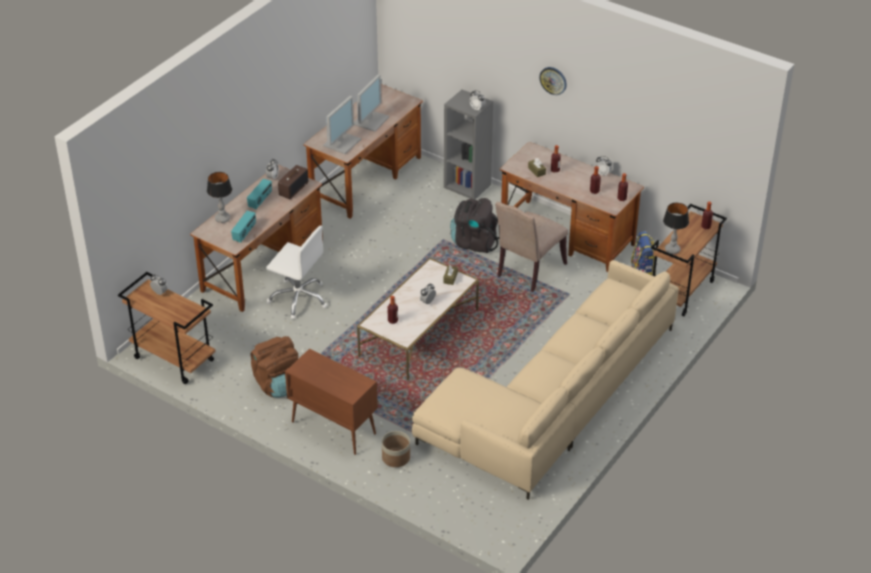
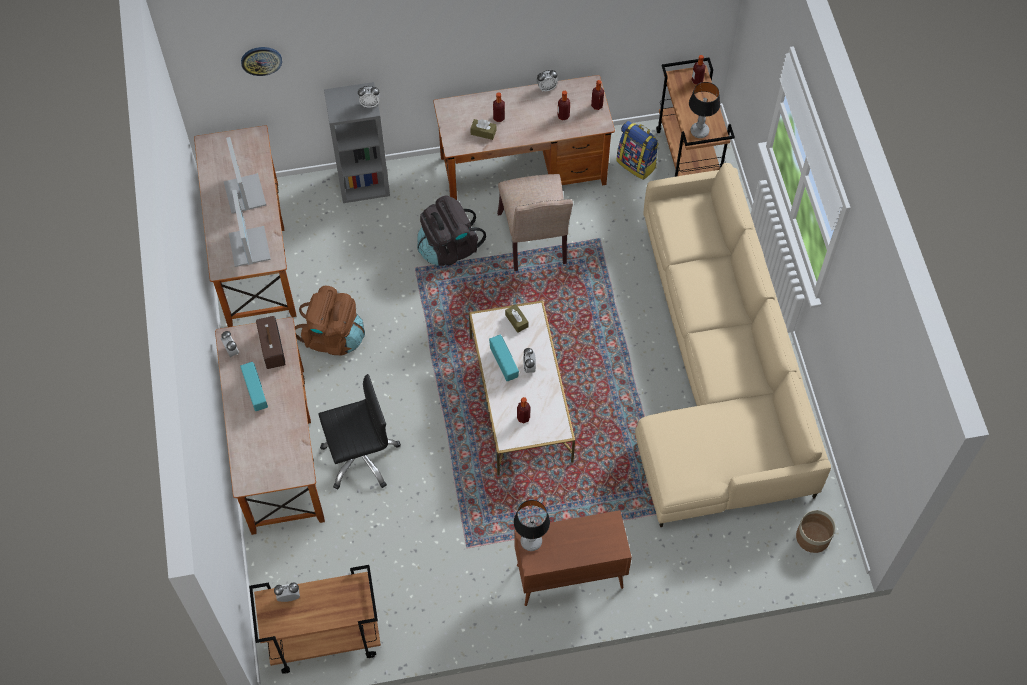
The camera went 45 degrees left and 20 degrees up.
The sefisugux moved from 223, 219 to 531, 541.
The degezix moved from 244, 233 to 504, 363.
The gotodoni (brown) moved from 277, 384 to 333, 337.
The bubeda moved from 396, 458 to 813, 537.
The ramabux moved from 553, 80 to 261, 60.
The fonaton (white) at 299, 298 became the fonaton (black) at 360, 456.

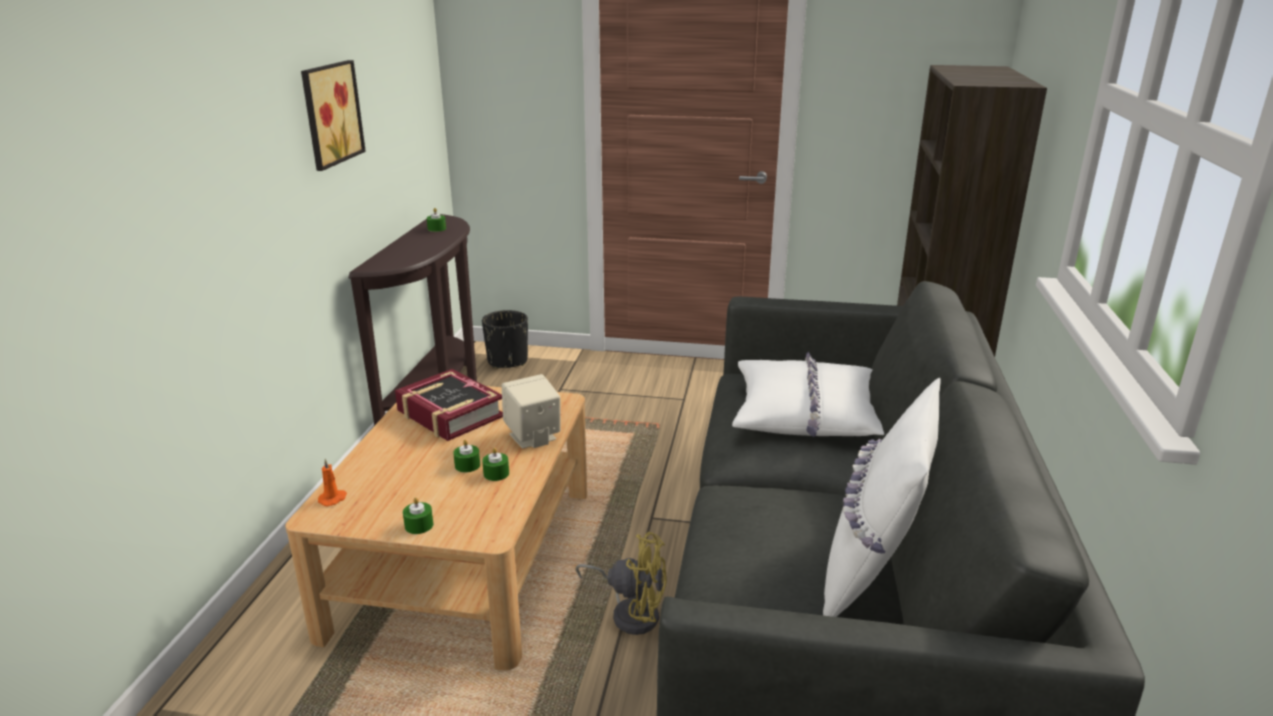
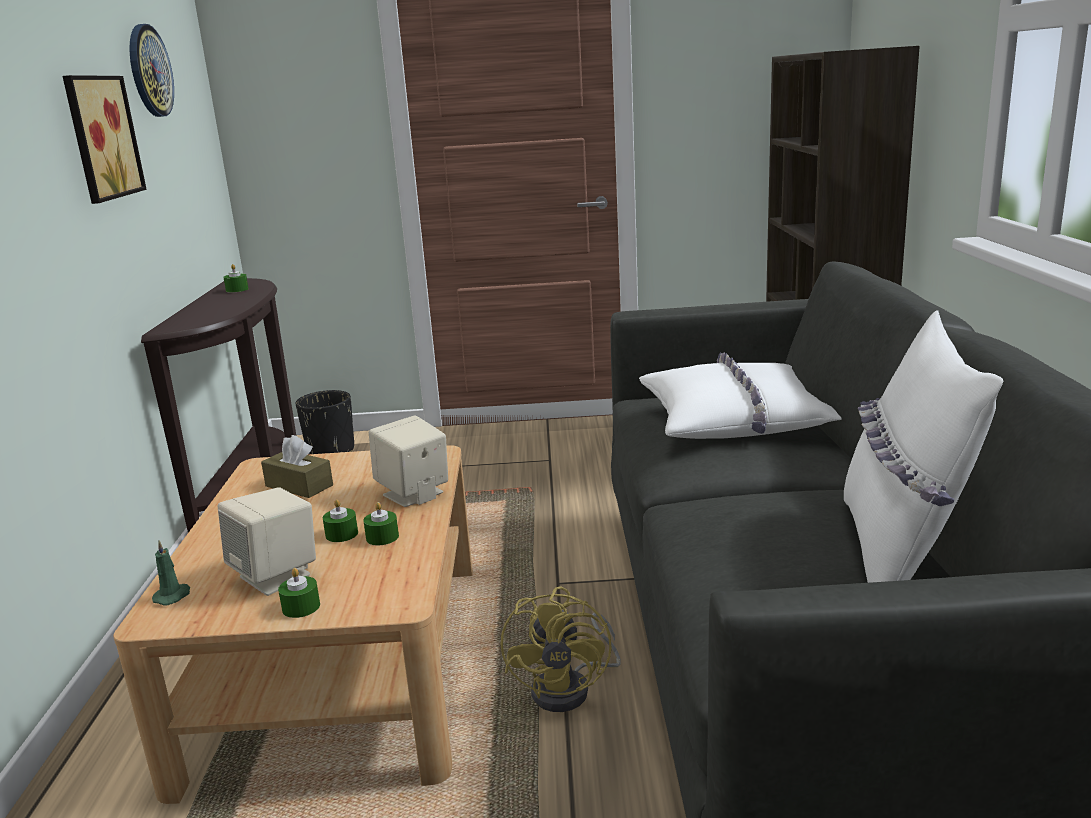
The camera went 10 degrees left and 5 degrees down.
The ramabux at 149, 71 appeared.
The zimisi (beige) at 276, 576 appeared.
The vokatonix at 450, 414 was replaced by the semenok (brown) at 299, 486.
The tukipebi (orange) at 333, 499 became the tukipebi (green) at 173, 596.
The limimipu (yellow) at 631, 612 turned 90 degrees clockwise.

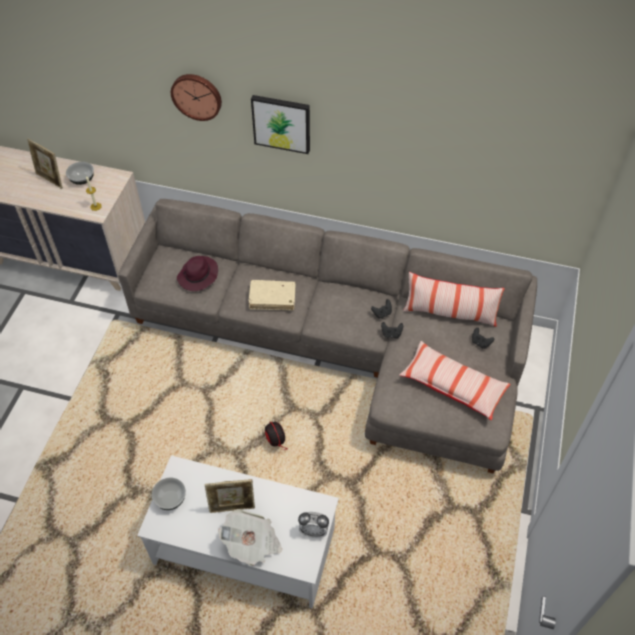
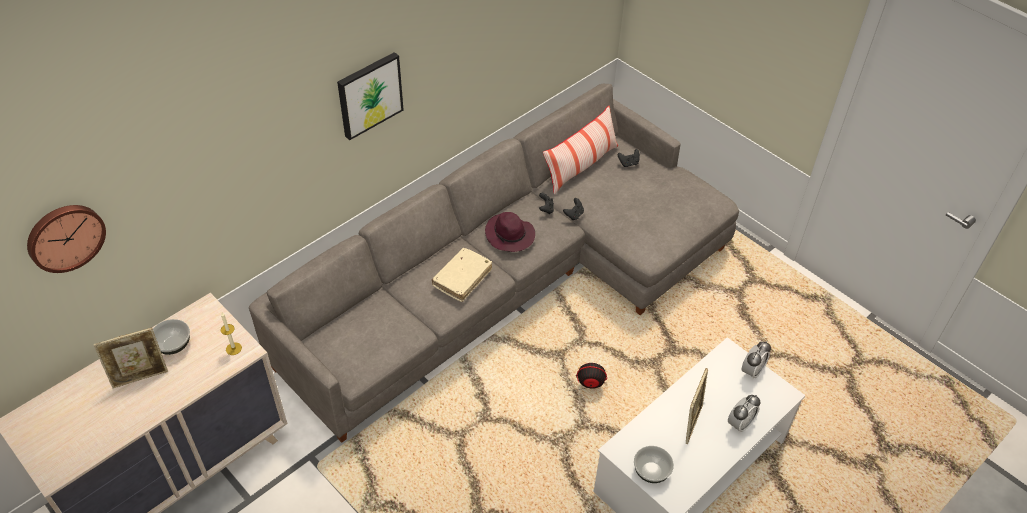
The camera went 60 degrees left and 5 degrees down.
The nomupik at 453, 385 disappeared.
The ramabux moved from 197, 96 to 65, 236.
The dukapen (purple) moved from 198, 276 to 510, 235.
The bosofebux at 252, 543 was replaced by the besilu at 740, 424.

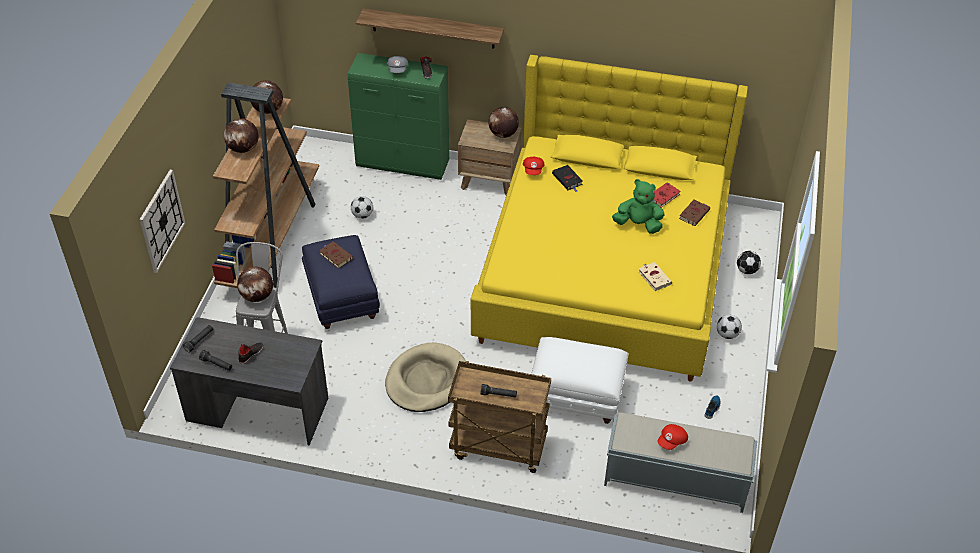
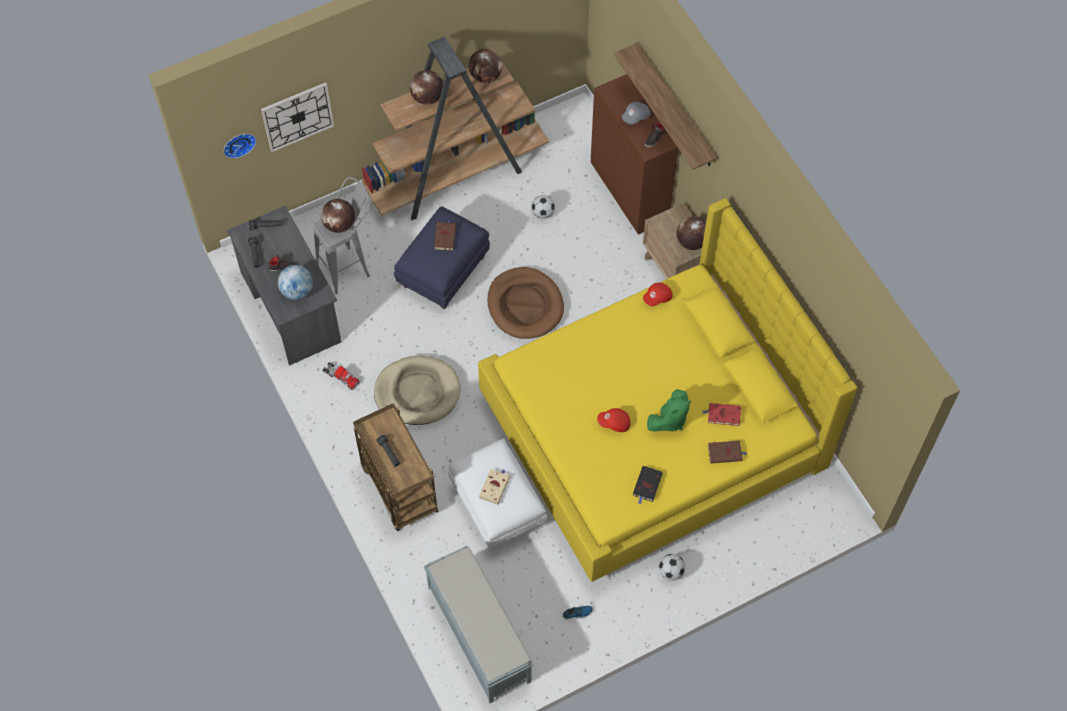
The camera went 50 degrees right and 15 degrees up.
The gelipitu at 746, 270 disappeared.
The ramabux at 238, 143 appeared.
The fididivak at 297, 291 appeared.
The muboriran at 341, 377 appeared.
The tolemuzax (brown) at 525, 305 appeared.
The vokatonix (black) moved from 568, 180 to 647, 486.
The vokatonix (beige) moved from 653, 277 to 494, 486.
The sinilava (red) moved from 672, 441 to 614, 423.
The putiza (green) at 403, 164 became the putiza (brown) at 629, 194.
The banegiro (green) at 638, 224 turned 75 degrees clockwise.

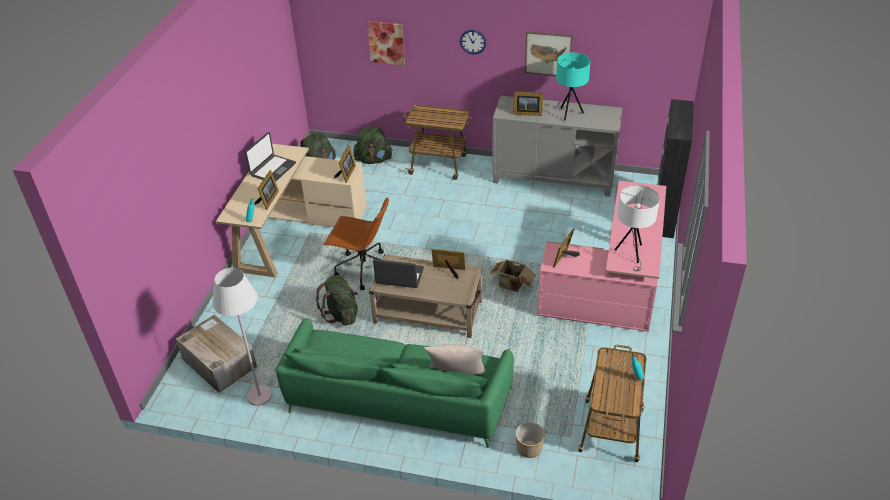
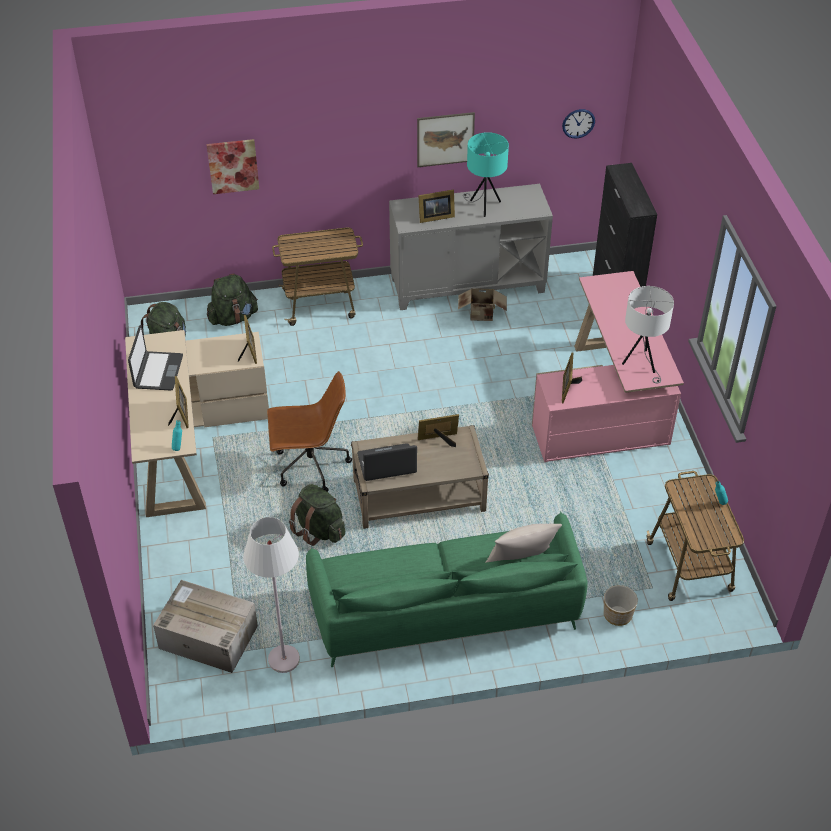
The camera went 25 degrees left and 5 degrees up.
The ramabux moved from 473, 41 to 578, 123.
The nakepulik moved from 511, 285 to 482, 315.

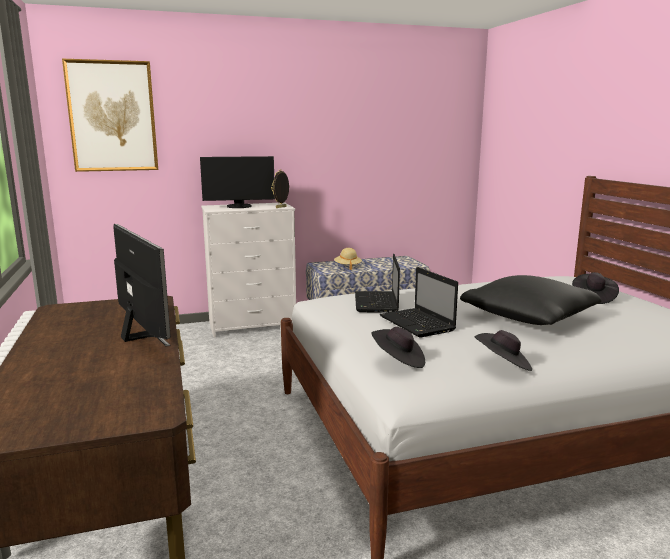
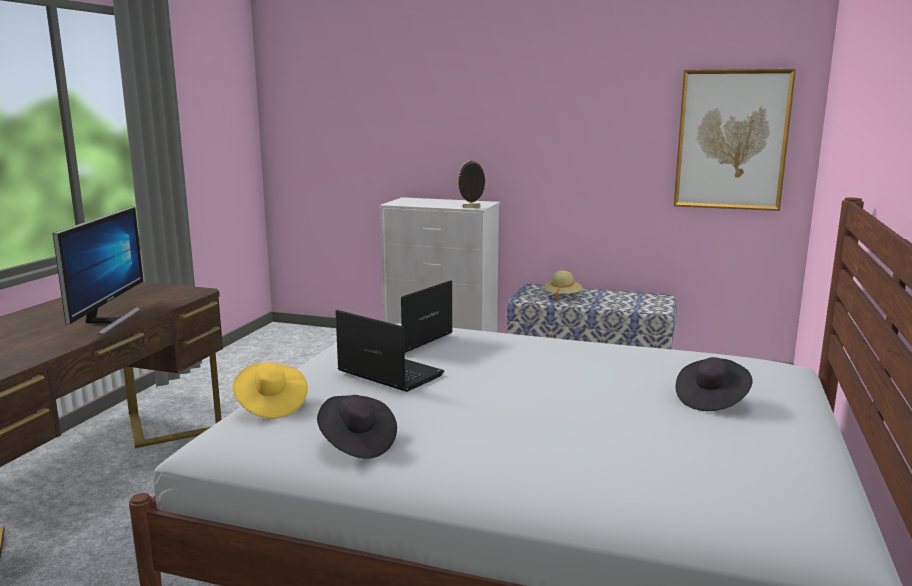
The camera went 35 degrees right and 0 degrees up.
The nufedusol at 239, 207 disappeared.
The nomupik (black) at 529, 317 disappeared.
The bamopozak moved from 112, 116 to 731, 140.
The dukapen (black) at 398, 361 became the dukapen (yellow) at 270, 405.
The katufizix at 418, 324 turned 120 degrees clockwise.

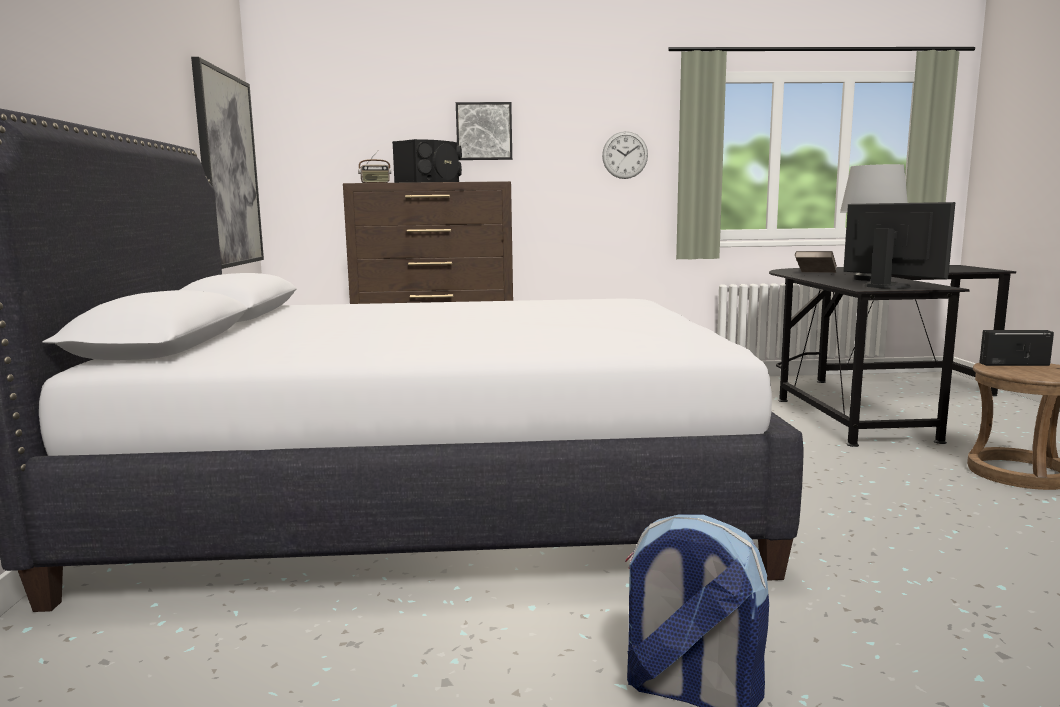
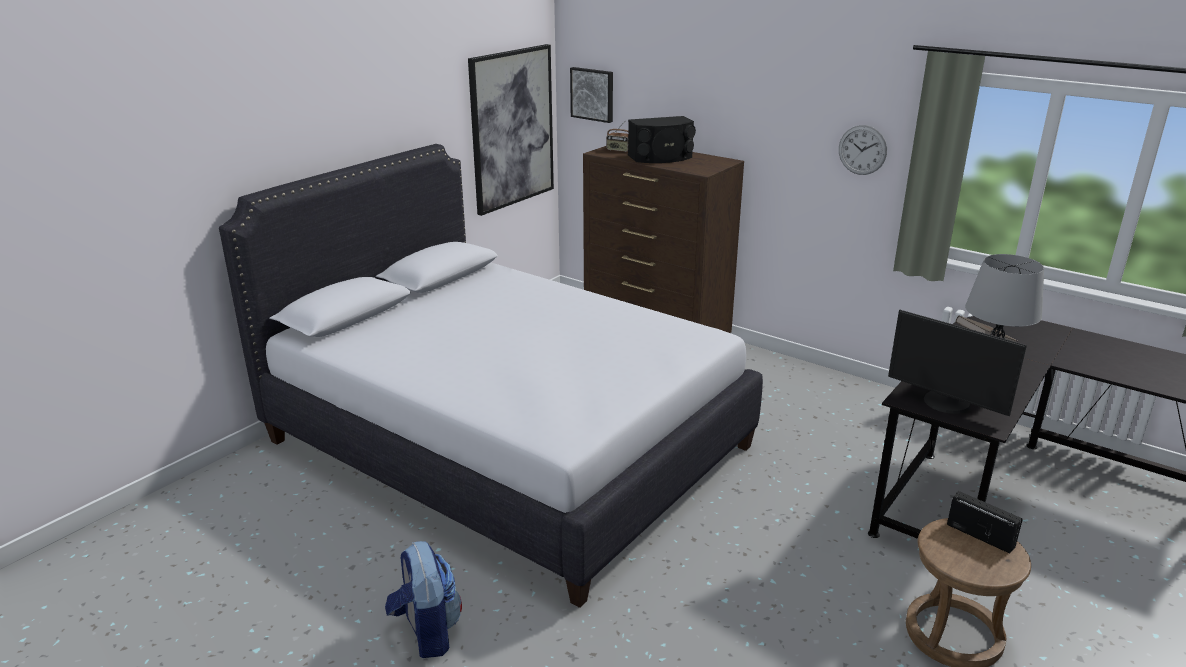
The camera went 40 degrees right and 15 degrees up.
The bamopozak moved from 484, 131 to 593, 94.
The nufedusol at 888, 286 turned 120 degrees clockwise.

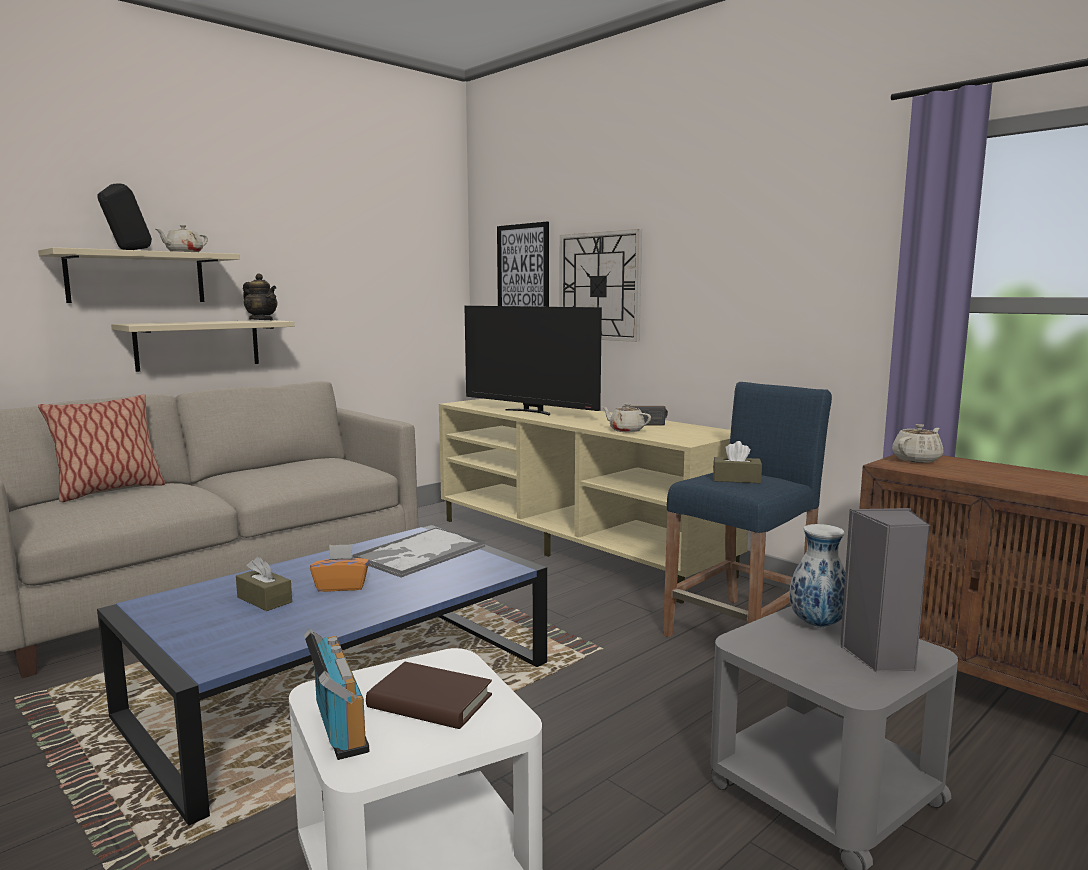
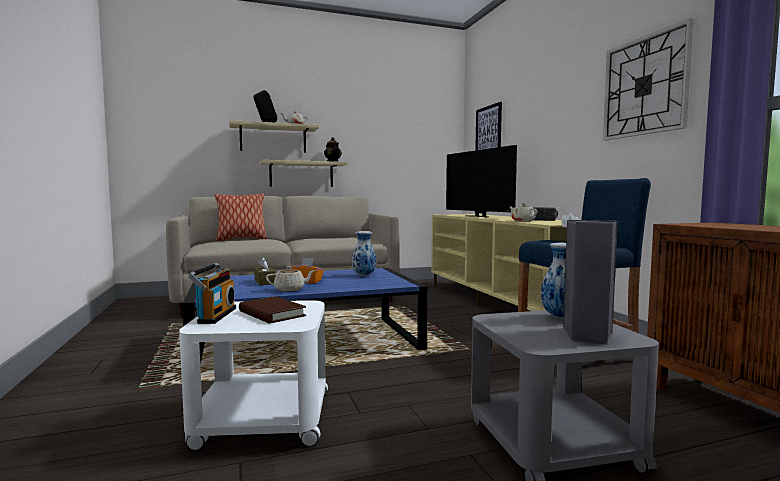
The camera went 25 degrees right and 5 degrees down.
The ramabux moved from 599, 286 to 644, 86.
The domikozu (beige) moved from 917, 459 to 290, 289.
The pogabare at 419, 554 was replaced by the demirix at 364, 275.

